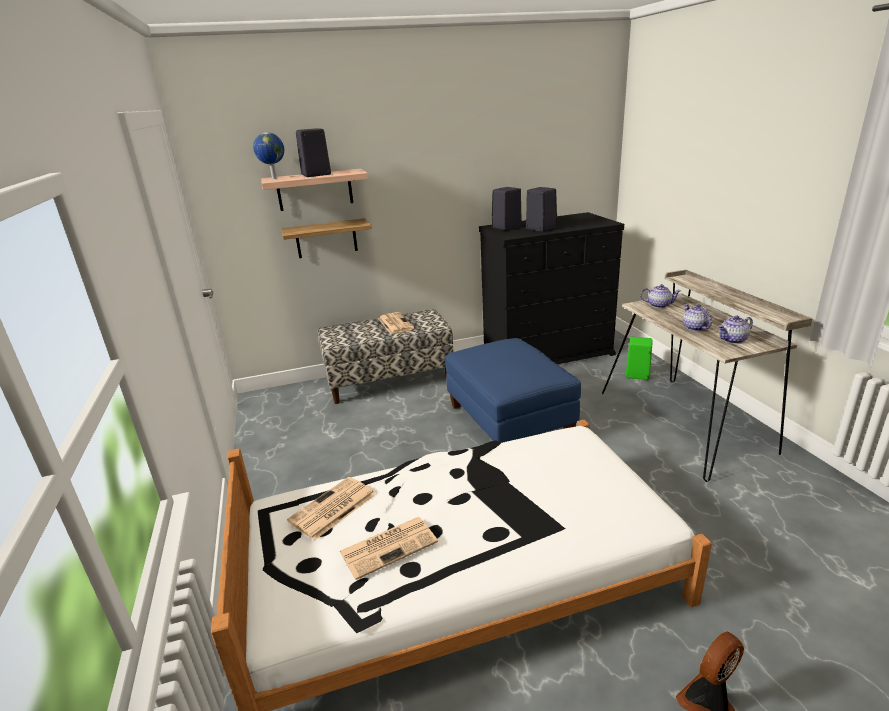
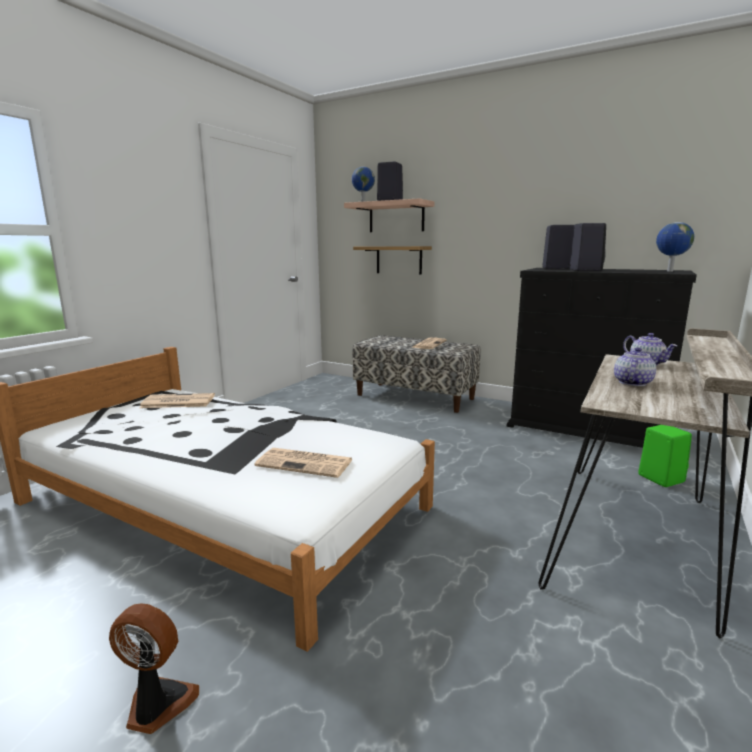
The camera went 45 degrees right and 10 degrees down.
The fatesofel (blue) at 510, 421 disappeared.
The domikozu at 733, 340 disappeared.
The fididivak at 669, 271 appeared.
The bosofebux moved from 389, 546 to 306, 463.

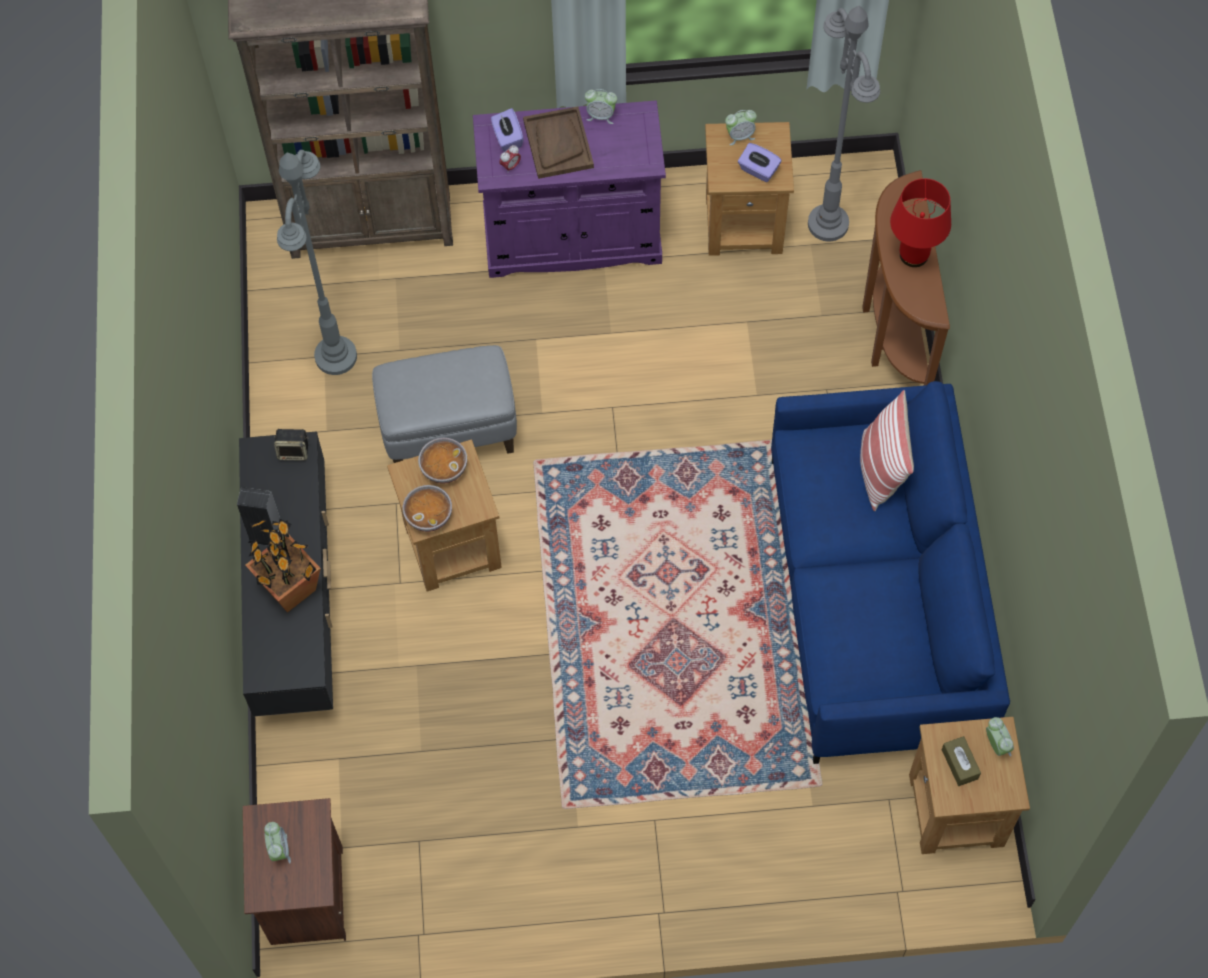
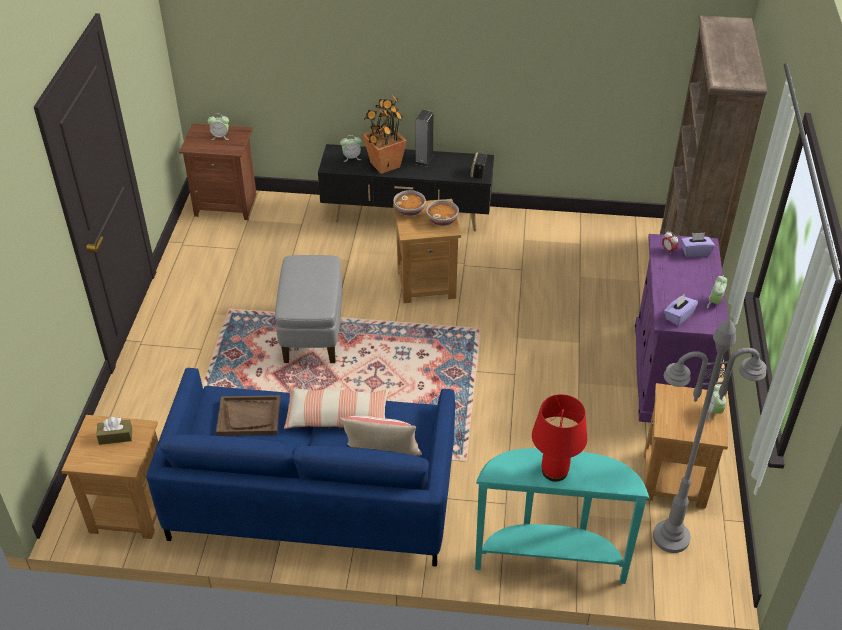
The camera went 100 degrees right and 20 degrees down.
The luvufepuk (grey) at 336, 357 disappeared.
The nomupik at 337, 417 appeared.
The fatesofel (grey) moved from 449, 433 to 312, 333.
The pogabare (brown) moved from 558, 144 to 249, 417.
The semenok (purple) moved from 758, 170 to 678, 316.
The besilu moved from 997, 745 to 351, 157.
The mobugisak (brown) at 892, 336 became the mobugisak (turquoise) at 550, 560.

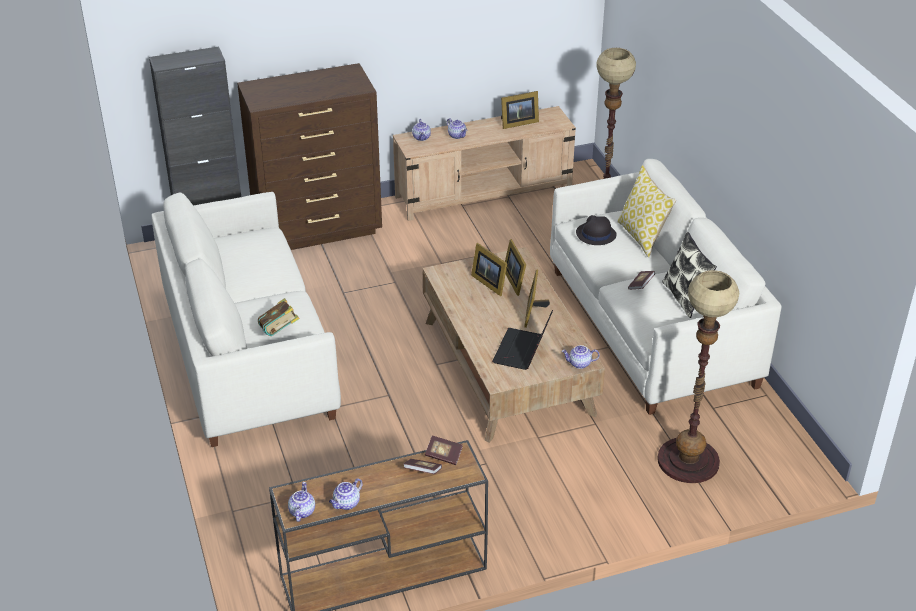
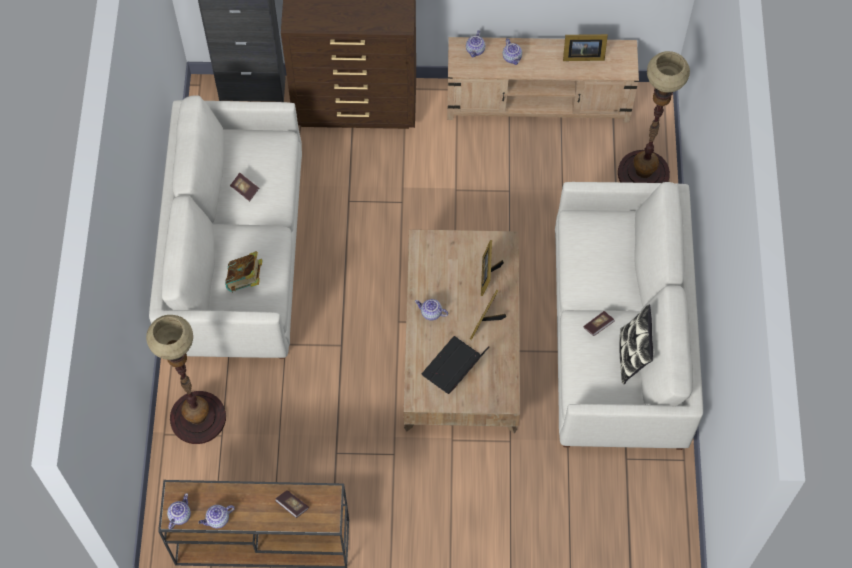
The camera went 20 degrees right and 25 degrees up.
The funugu at 489, 282 disappeared.
The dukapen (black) at 595, 234 disappeared.
The nomupik at 642, 237 disappeared.
The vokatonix moved from 443, 455 to 245, 190.
The domikozu moved from 579, 364 to 431, 313.
The luvufepuk moved from 688, 460 to 198, 417.

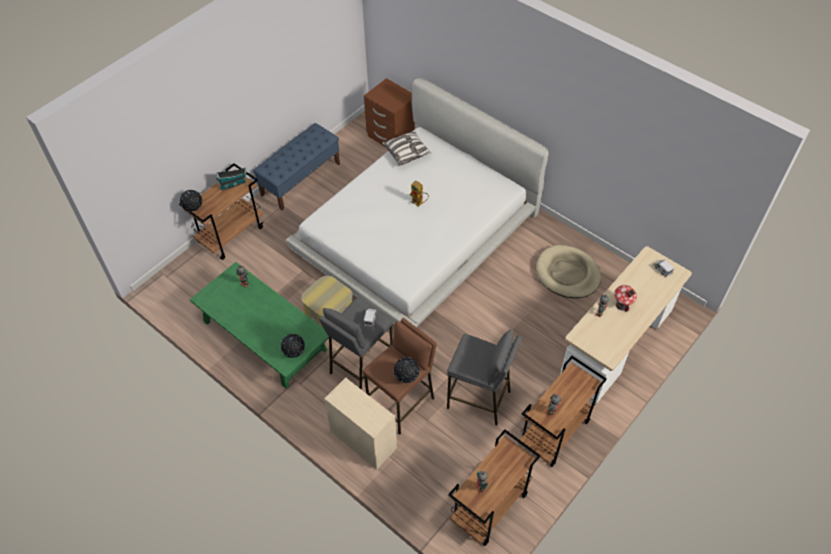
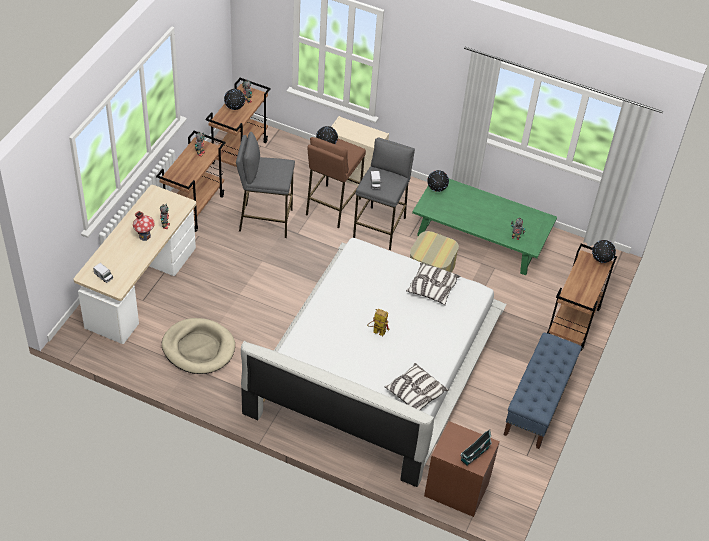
The camera went 160 degrees right and 5 degrees down.
The fididivak at 234, 109 appeared.
The nomupik at 432, 289 appeared.
The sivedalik moved from 233, 184 to 473, 455.

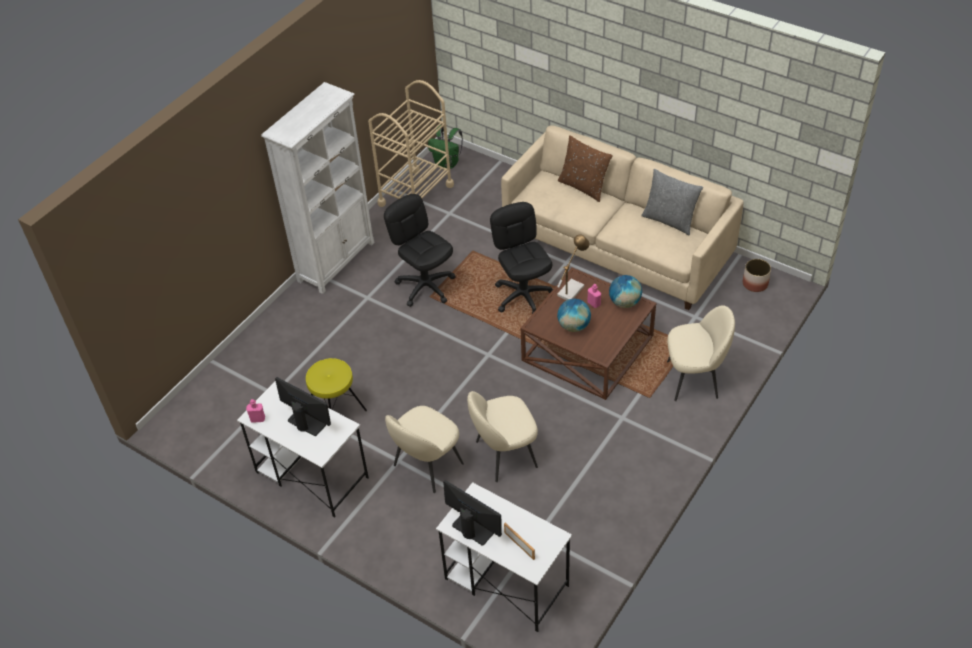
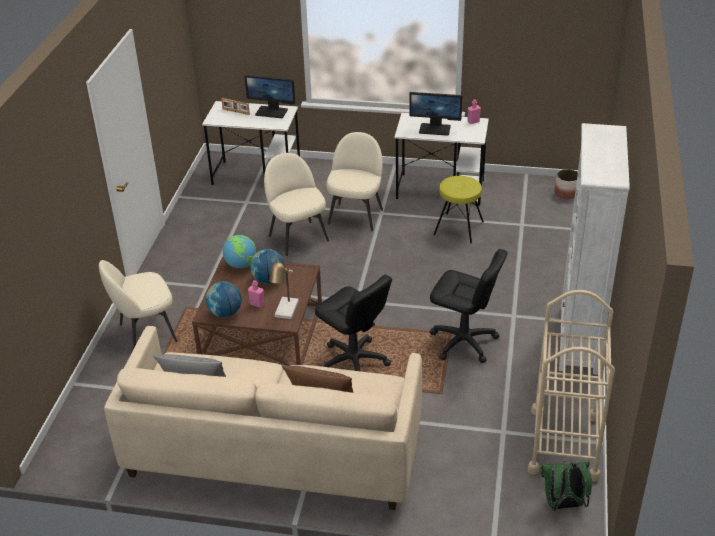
The camera went 155 degrees right and 10 degrees down.
The fididivak at 241, 265 appeared.
The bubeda moved from 755, 284 to 566, 193.
The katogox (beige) at 504, 454 turned 75 degrees counterclockwise.

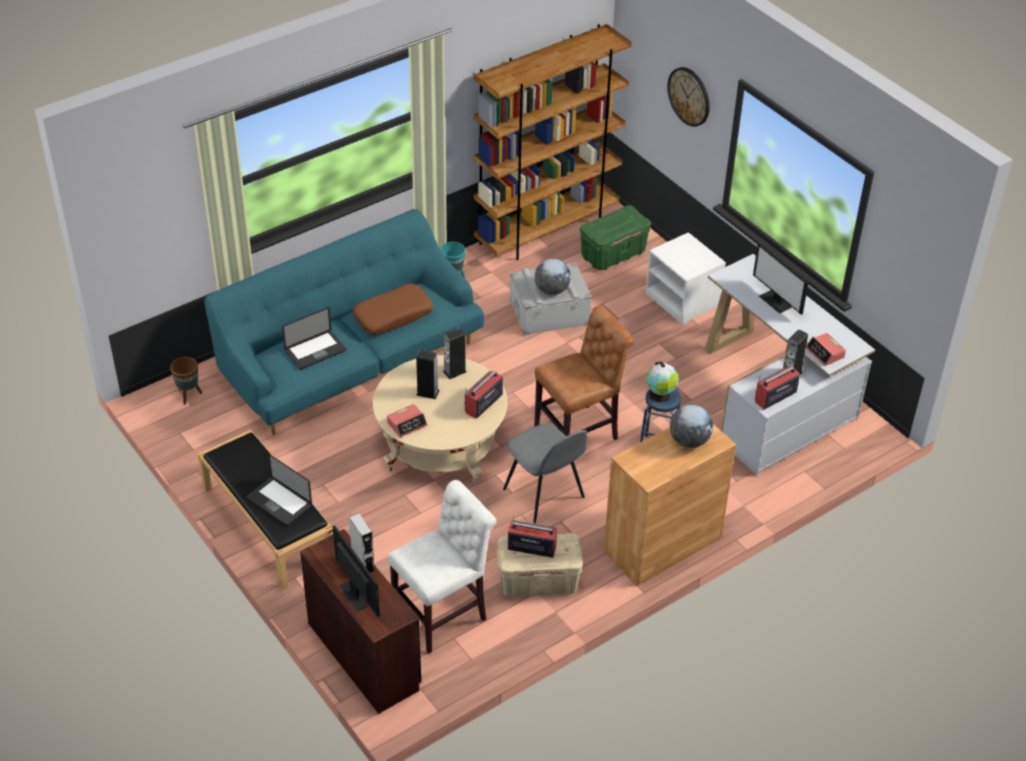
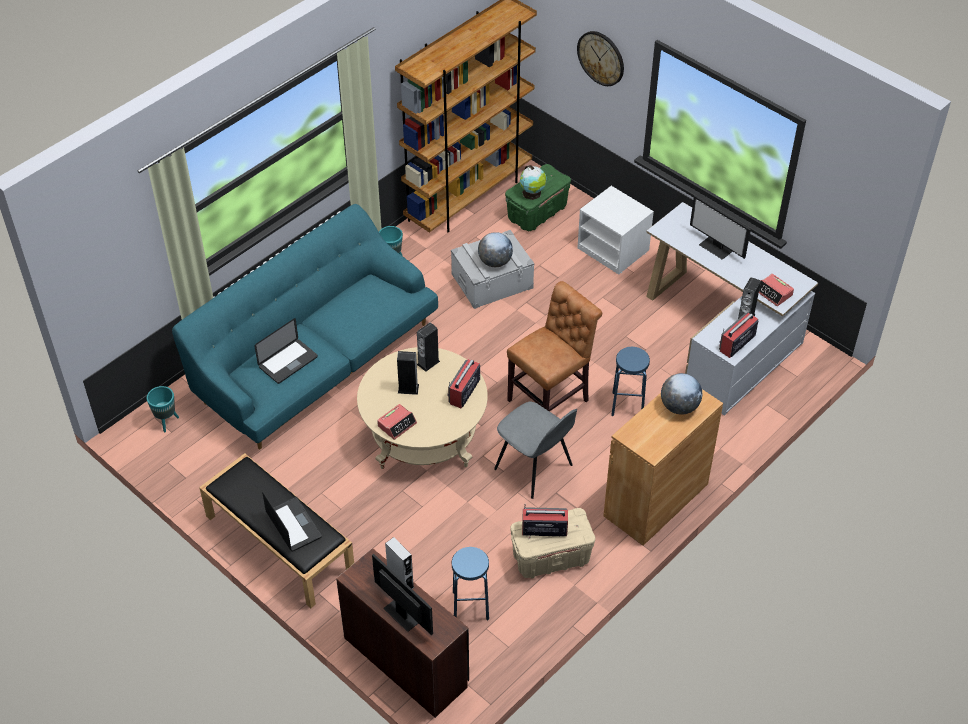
The camera went 10 degrees left and 5 degrees up.
The nomupik (brown) at 393, 315 disappeared.
The fididivak moved from 660, 395 to 532, 193.
The katogox (white) at 444, 614 was replaced by the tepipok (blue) at 471, 605.
The bubeda (brown) at 189, 395 became the bubeda (turquoise) at 166, 422.
The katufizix at 279, 502 turned 150 degrees counterclockwise.

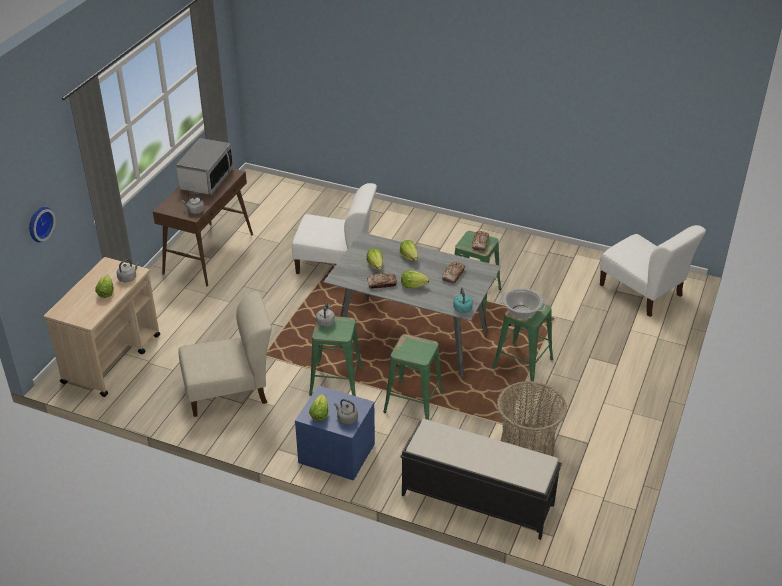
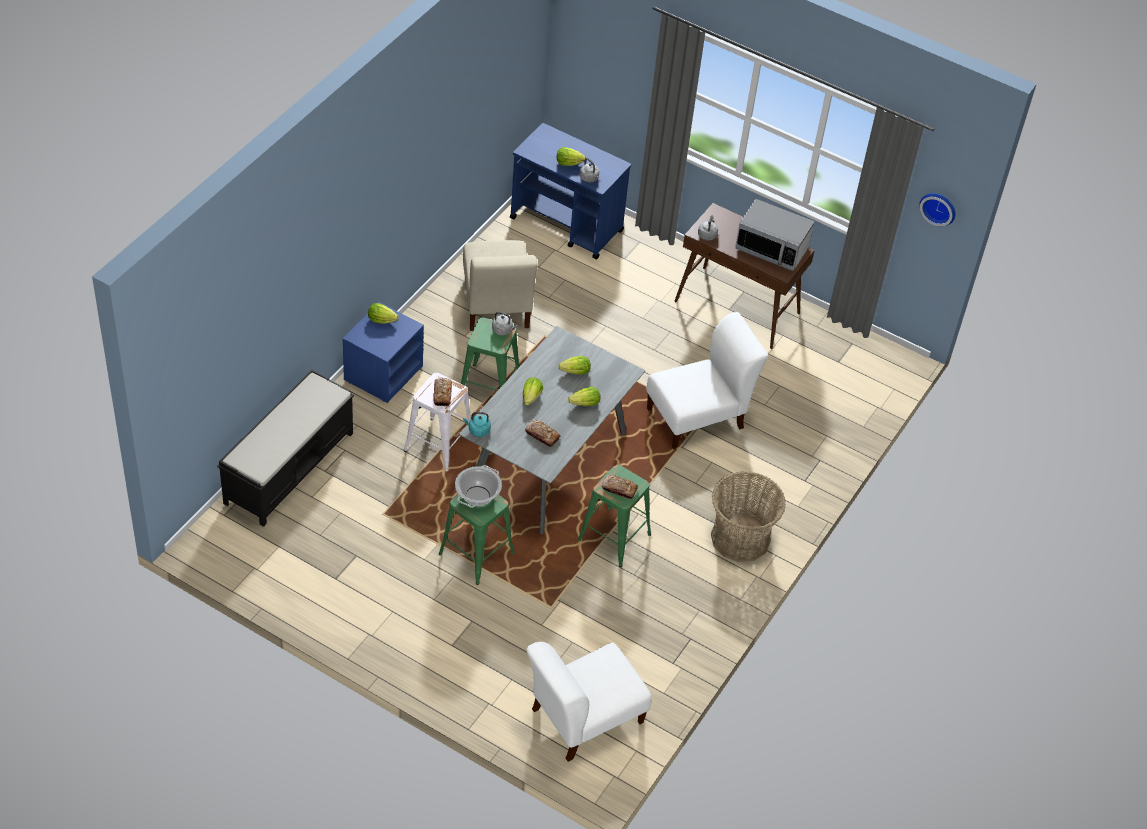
The camera went 95 degrees right and 10 degrees up.
The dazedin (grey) at 346, 419 disappeared.
The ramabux moved from 39, 223 to 938, 207.
The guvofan moved from 381, 283 to 442, 394.
The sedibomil moved from 527, 445 to 740, 538.
The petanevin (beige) at 112, 358 became the petanevin (blue) at 567, 225.
The tepipok (green) at 413, 403 became the tepipok (white) at 438, 444.
The katogox (white) at 335, 264 turned 135 degrees counterclockwise.

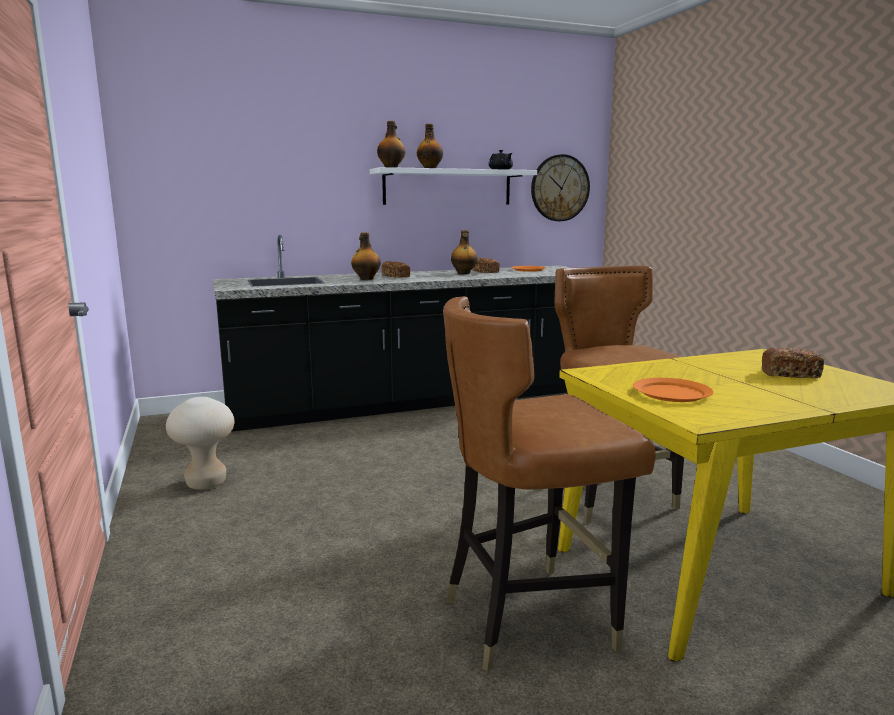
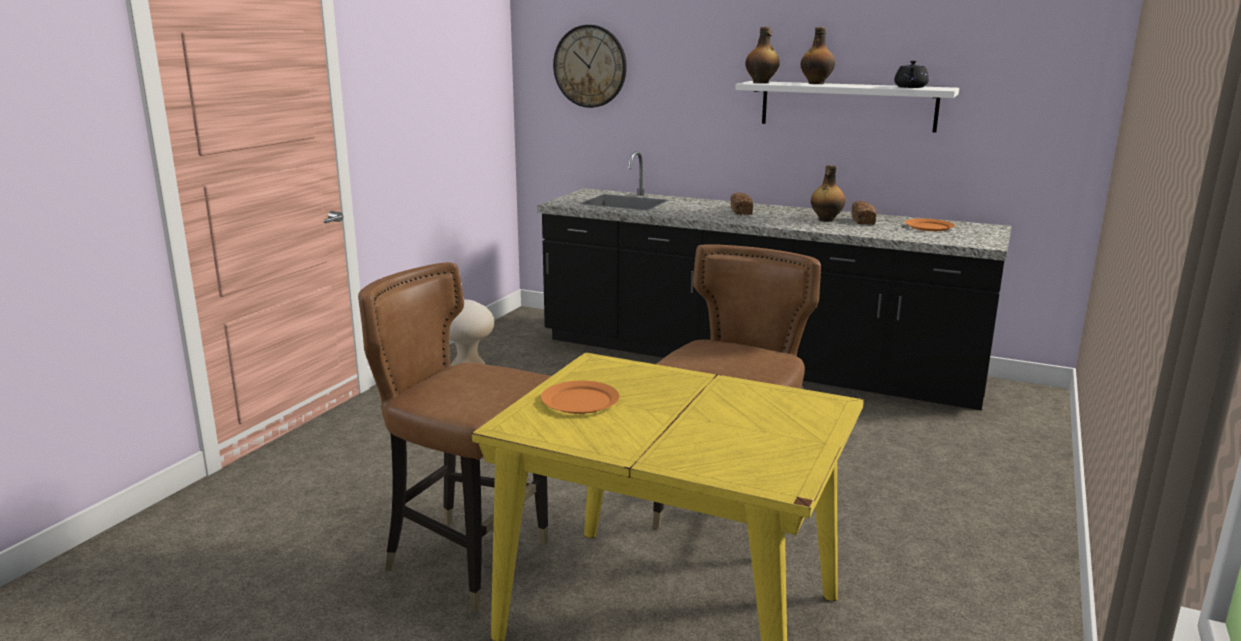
The camera went 45 degrees right and 5 degrees up.
The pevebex at 366, 279 disappeared.
The guvofan at 790, 374 disappeared.
The ramabux moved from 560, 188 to 590, 66.

